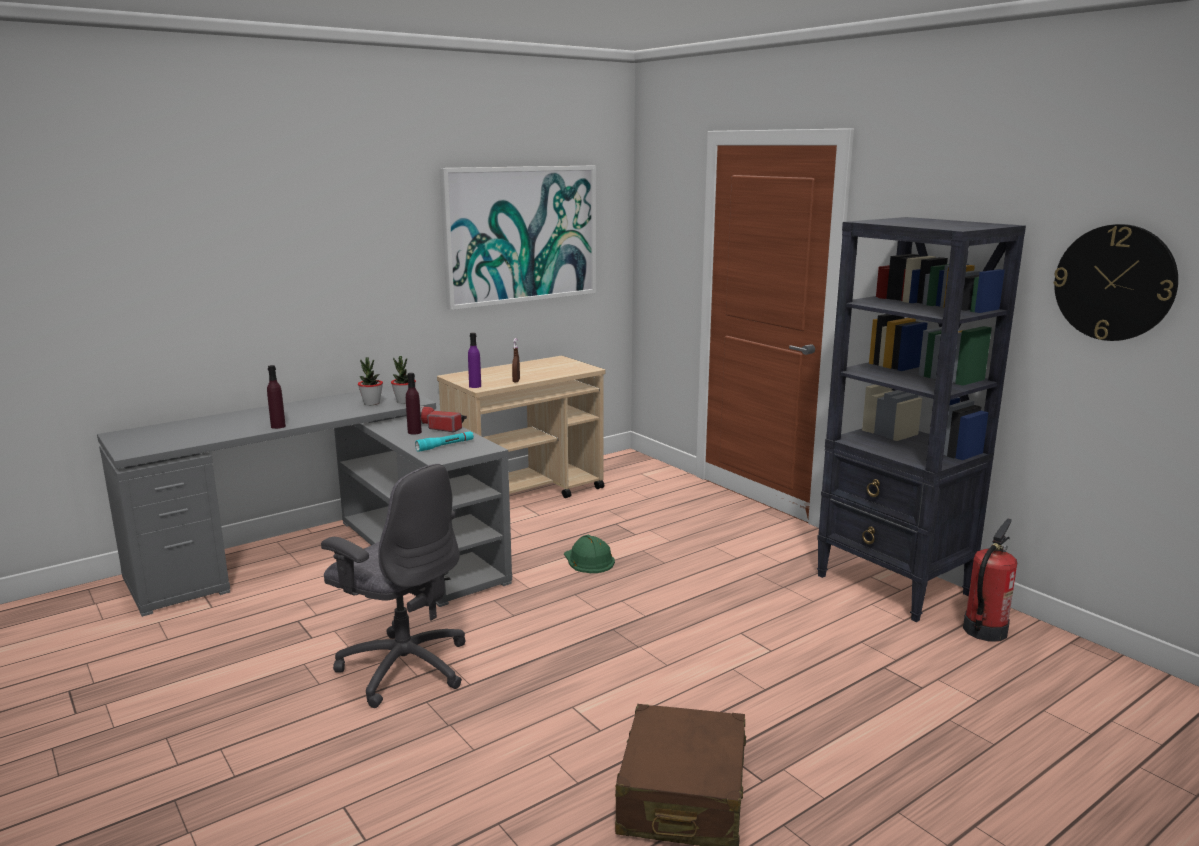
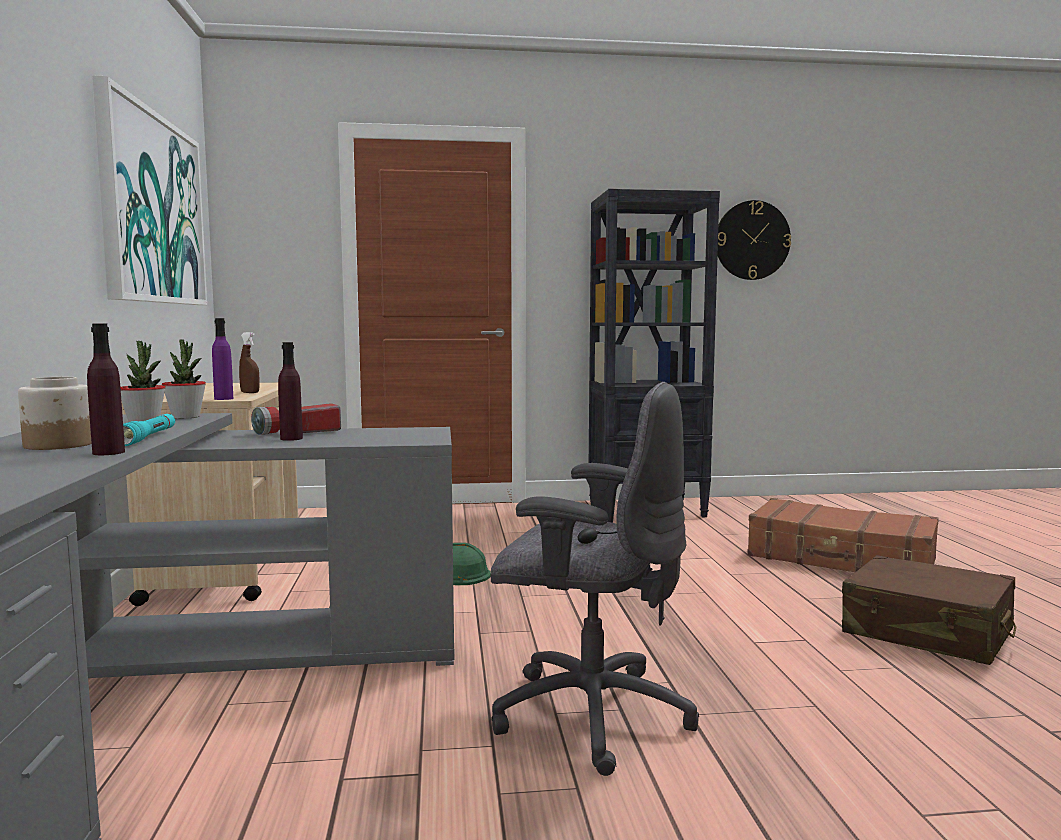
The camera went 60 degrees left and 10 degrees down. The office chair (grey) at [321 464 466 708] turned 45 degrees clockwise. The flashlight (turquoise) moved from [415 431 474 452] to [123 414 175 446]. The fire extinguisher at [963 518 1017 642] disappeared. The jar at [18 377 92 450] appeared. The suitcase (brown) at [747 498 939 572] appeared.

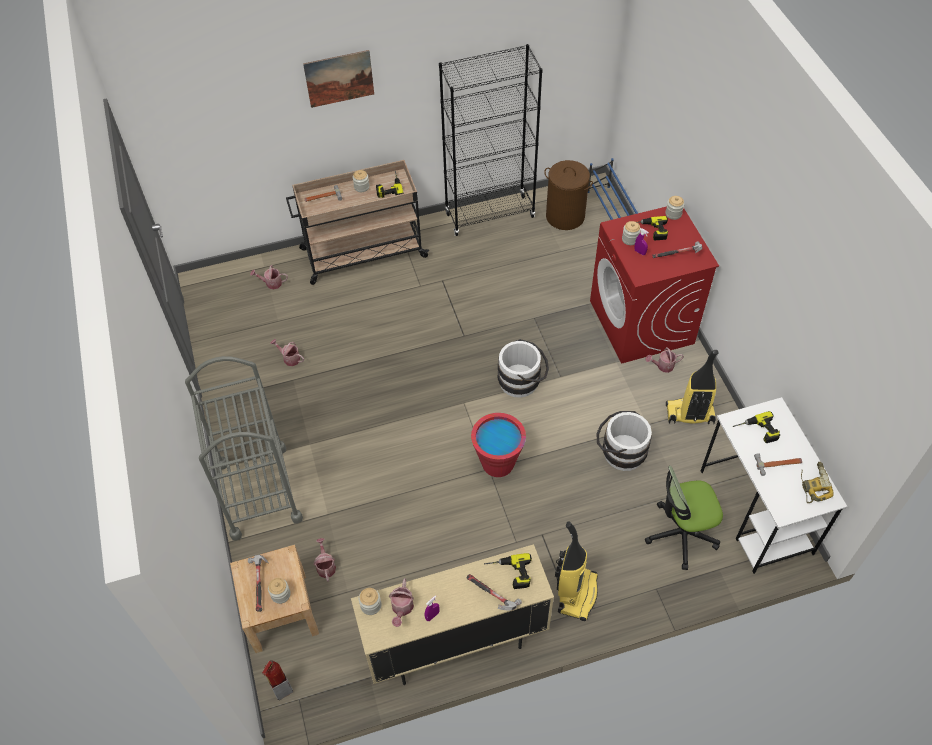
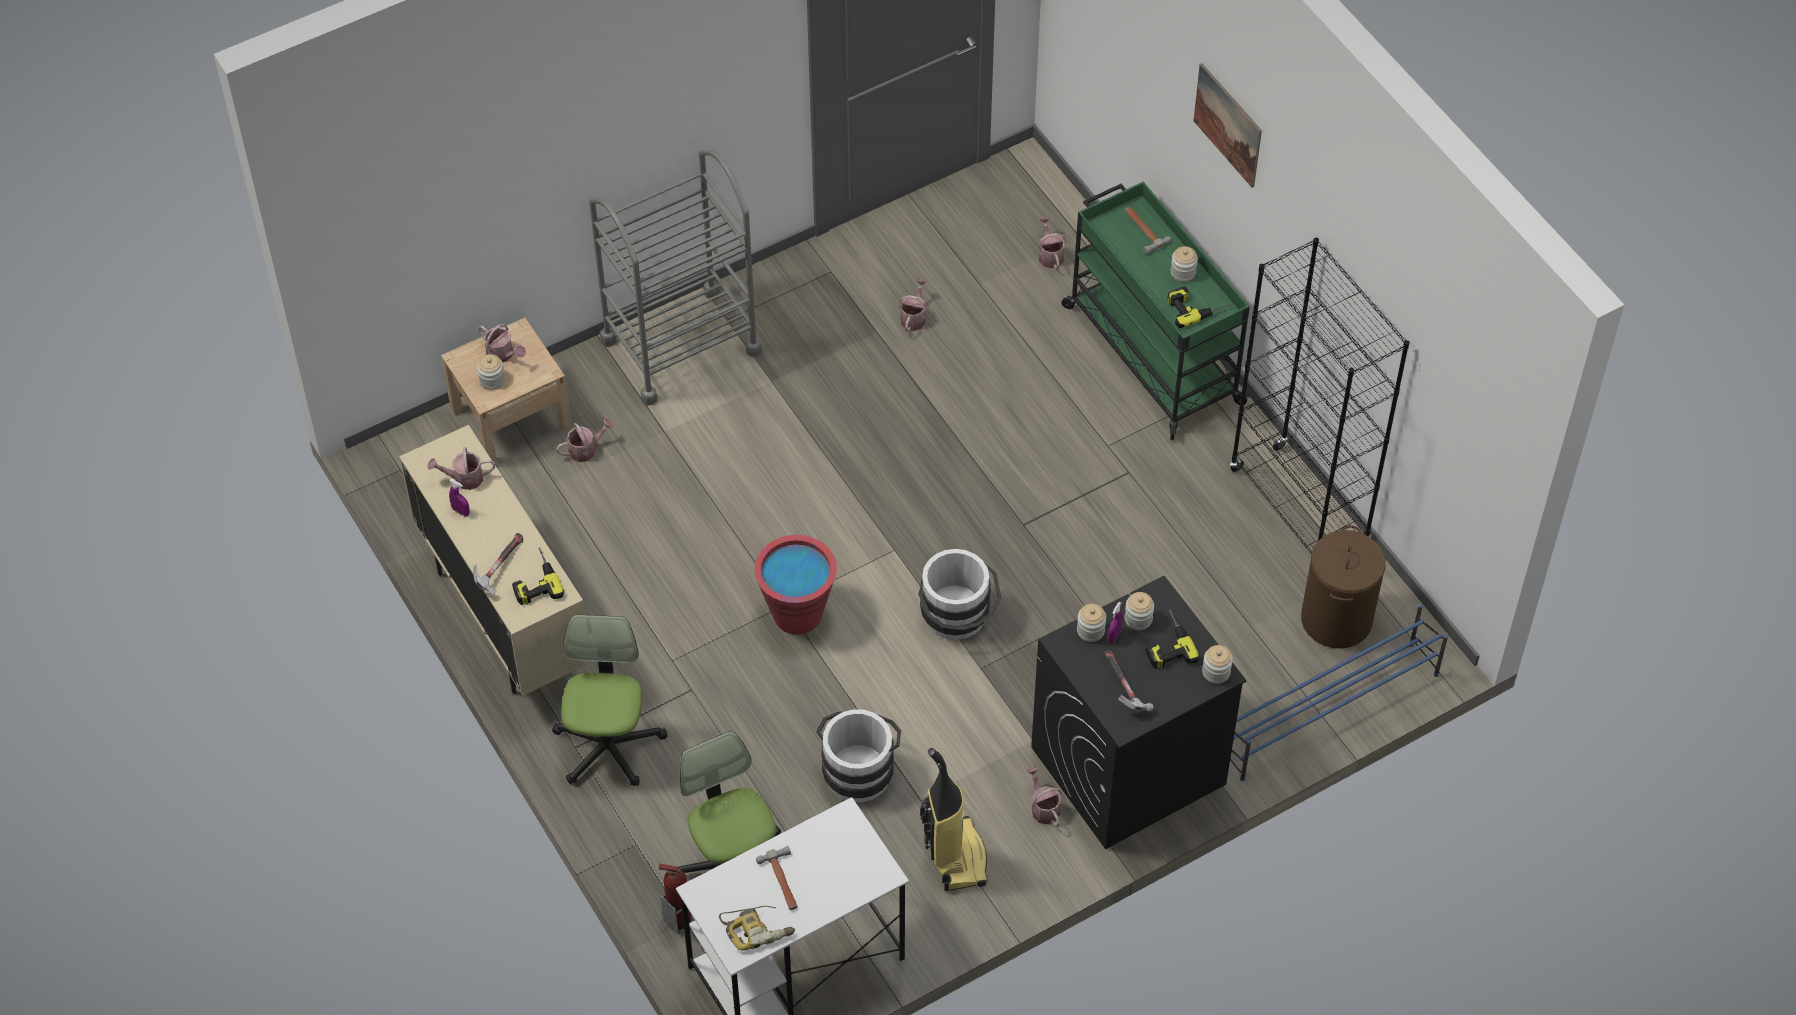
The camera went 75 degrees right and 0 degrees up. The hammer at [248 555 269 612] was replaced by the watering can at [478 324 526 362]. The fire extinguisher moved from [262 660 293 700] to [658 863 695 934]. The cart (beige) at [286 160 429 285] became the cart (green) at [1061 182 1251 440]. The jar moved from [359 588 381 615] to [1077 604 1106 642]. The vacuum cleaner at [555 521 598 621] was replaced by the office chair at [552 615 668 786]. The washing machine (red) at [590 206 719 364] became the washing machine (black) at [1031 576 1246 849]. The power drill at [733 411 780 443] disappeared.

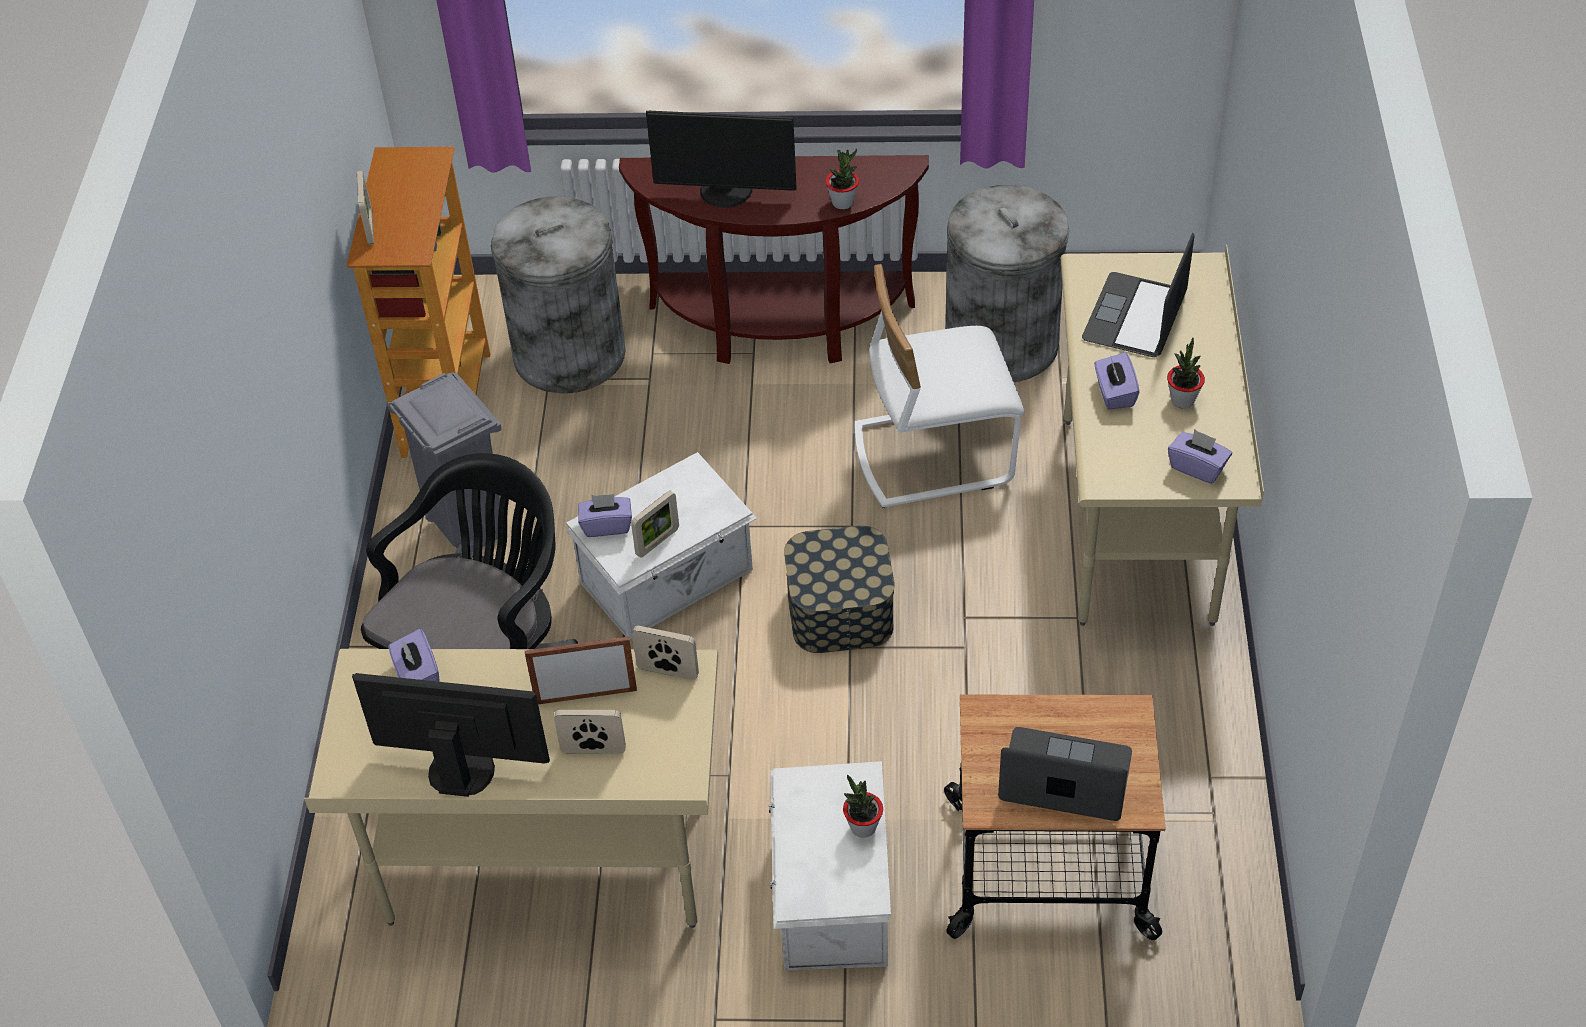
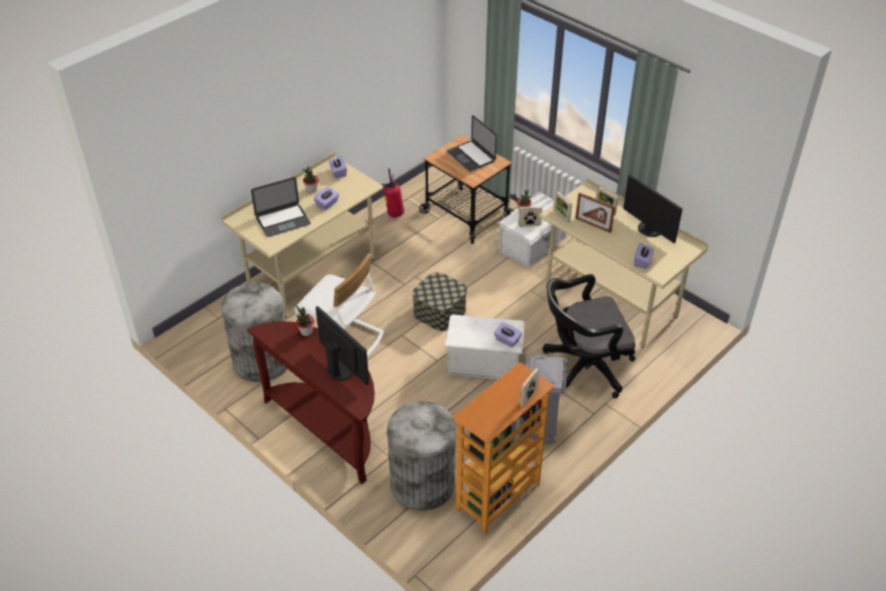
The camera went 140 degrees left and 5 degrees down. The picture frame moved from [631 491 679 558] to [518 207 543 227]. The fire extinguisher at [382 168 404 218] appeared.

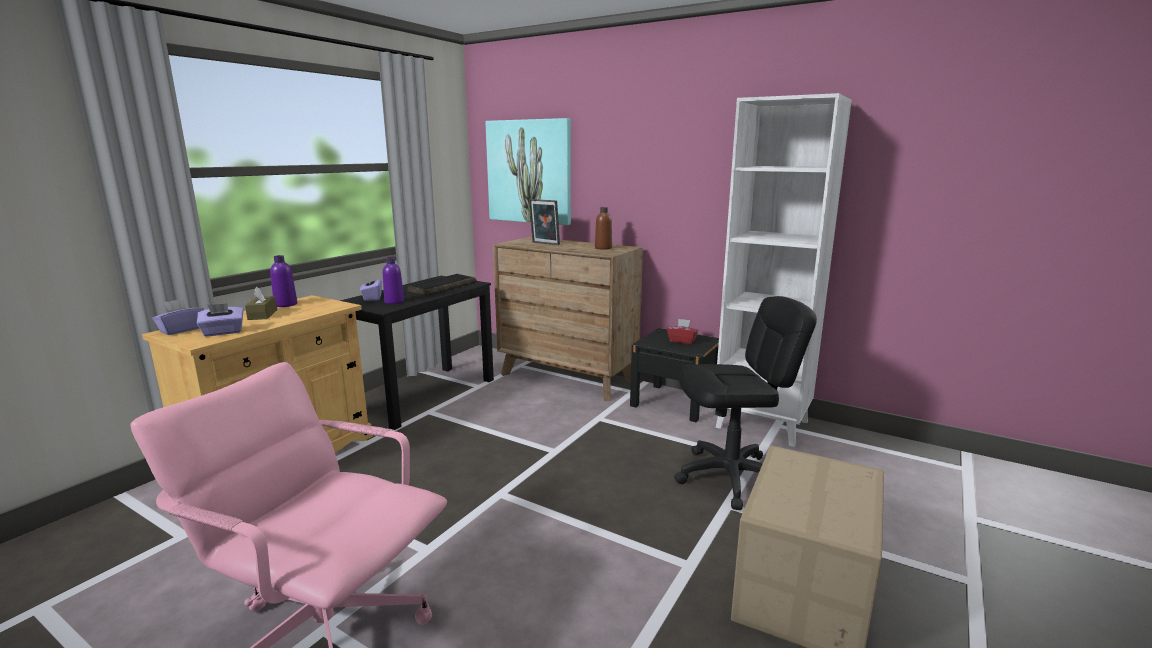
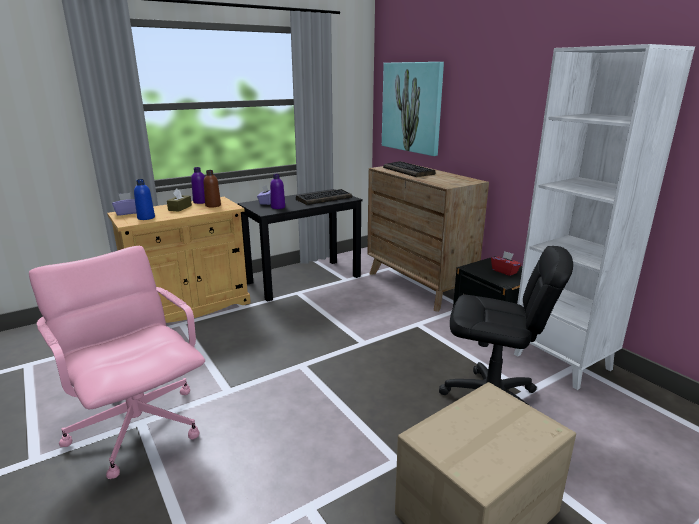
The camera went 25 degrees right and 5 degrees up. The tissue box (purple) at [197 303 243 336] was replaced by the bottle (blue) at [134 179 155 220]. The picture frame at [529 199 560 245] was replaced by the keyboard at [383 161 435 177]. The bottle (brown) moved from [595 207 612 249] to [204 170 221 208].

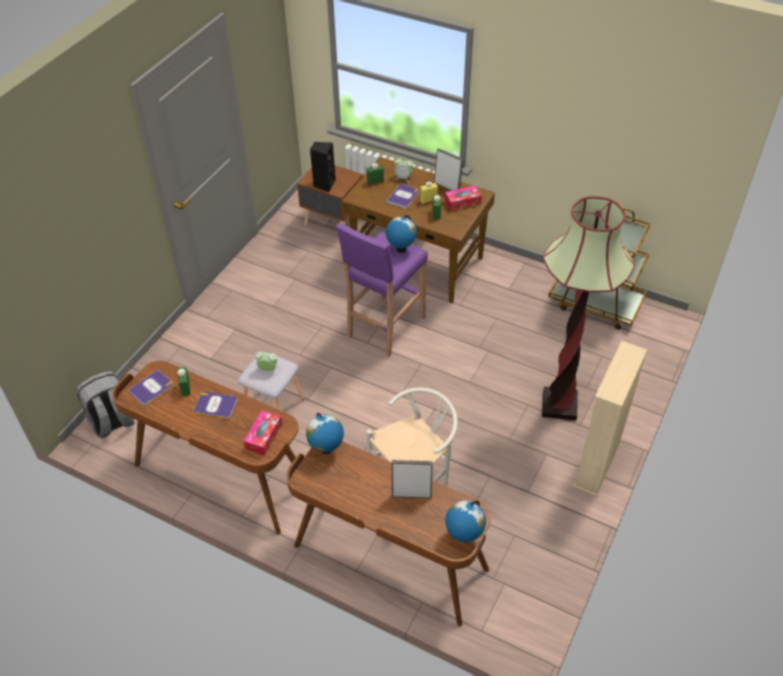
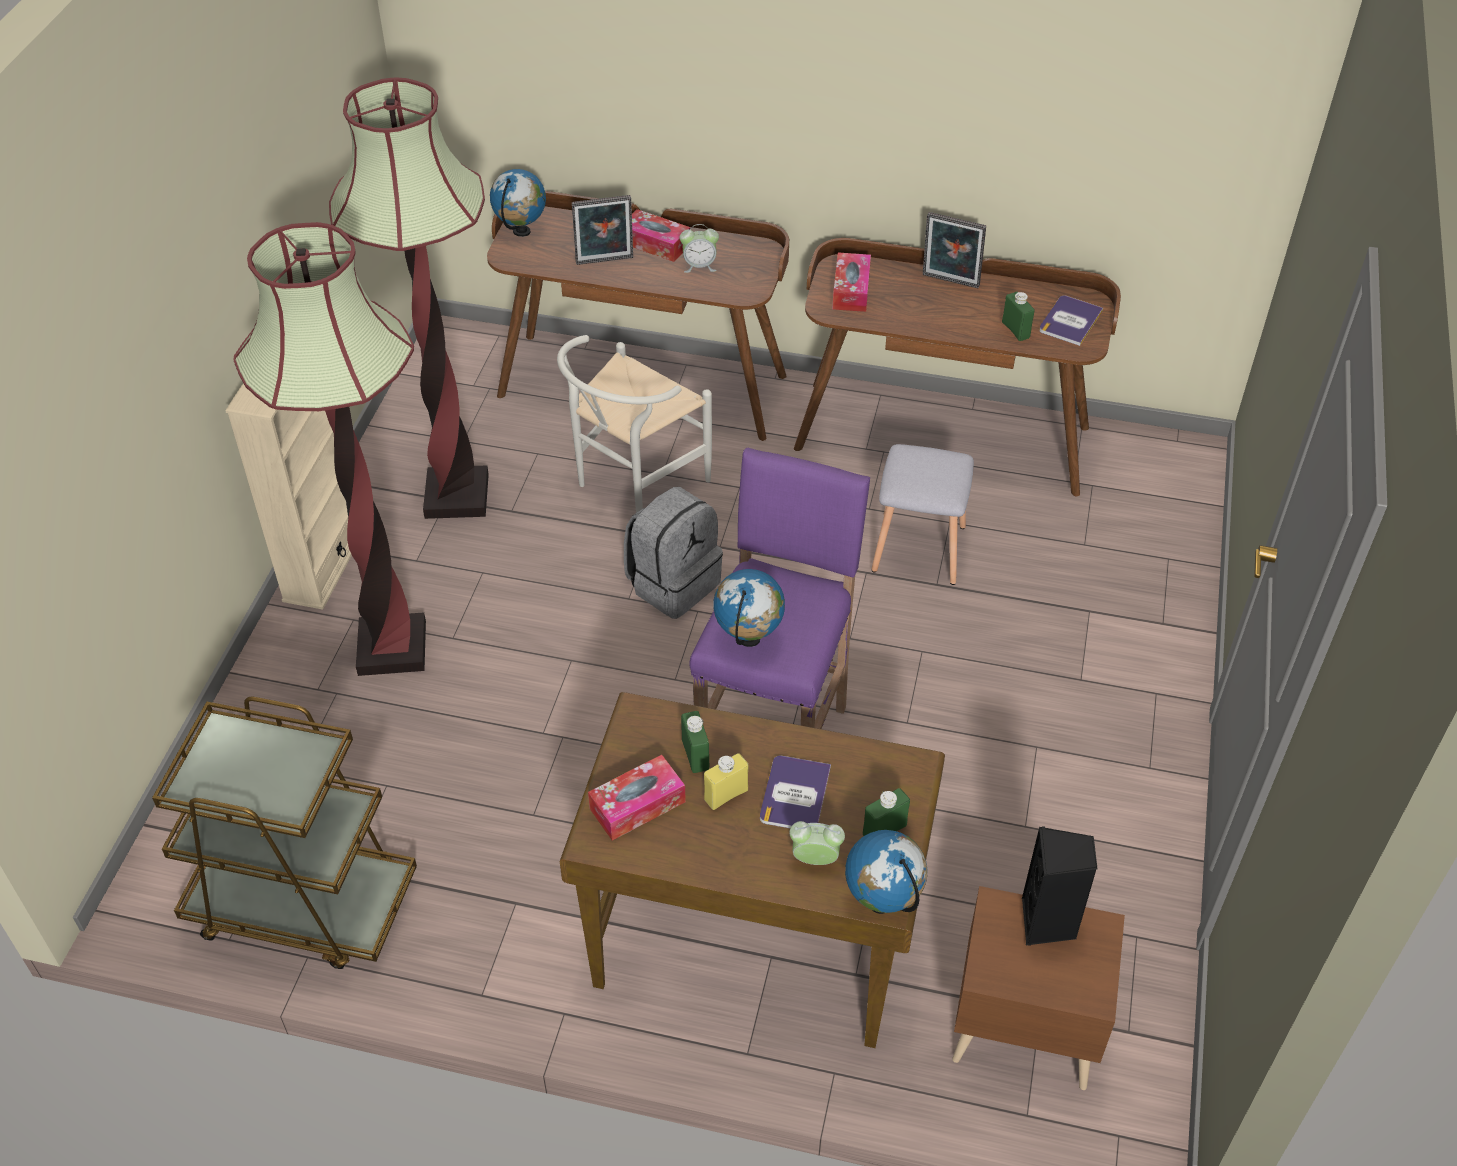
The camera went 165 degrees right and 0 degrees up. The backpack (grey) moved from [76 371 135 438] to [624 487 723 619]. The book at [193 391 237 419] disappeared. The alarm clock moved from [255 352 278 371] to [680 224 719 273]. The globe moved from [306 413 344 454] to [845 830 927 914]. The picture frame moved from [434 148 463 191] to [923 212 986 288]. The floor lamp at [329 78 489 519] appeared. The tissue box at [632 209 690 262] appeared.

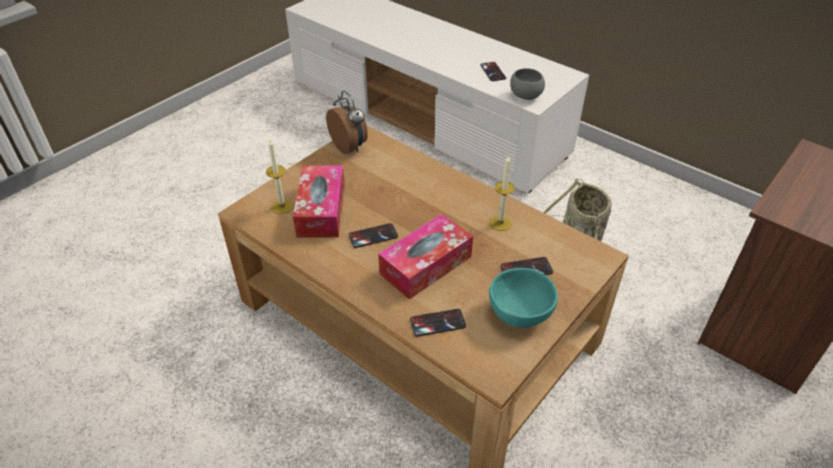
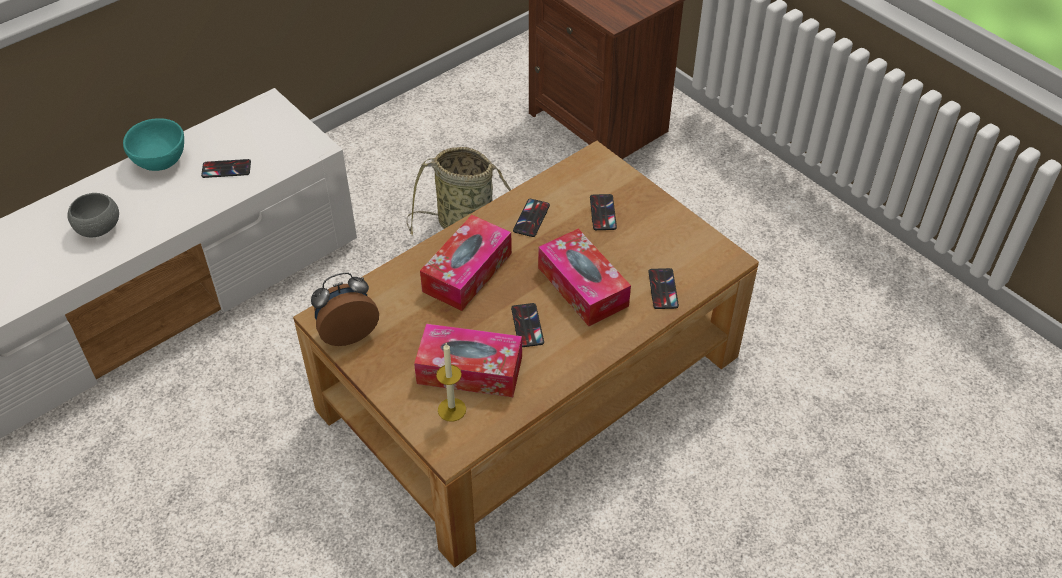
The camera went 80 degrees left and 5 degrees up. The candle at [489 155 515 231] was replaced by the phone at [513 199 550 237]. The bowl (turquoise) moved from [489 268 558 328] to [123 118 184 171]. The bowl (grey) moved from [510 68 545 100] to [67 193 119 237]. The tissue box at [420 215 512 311] appeared.

